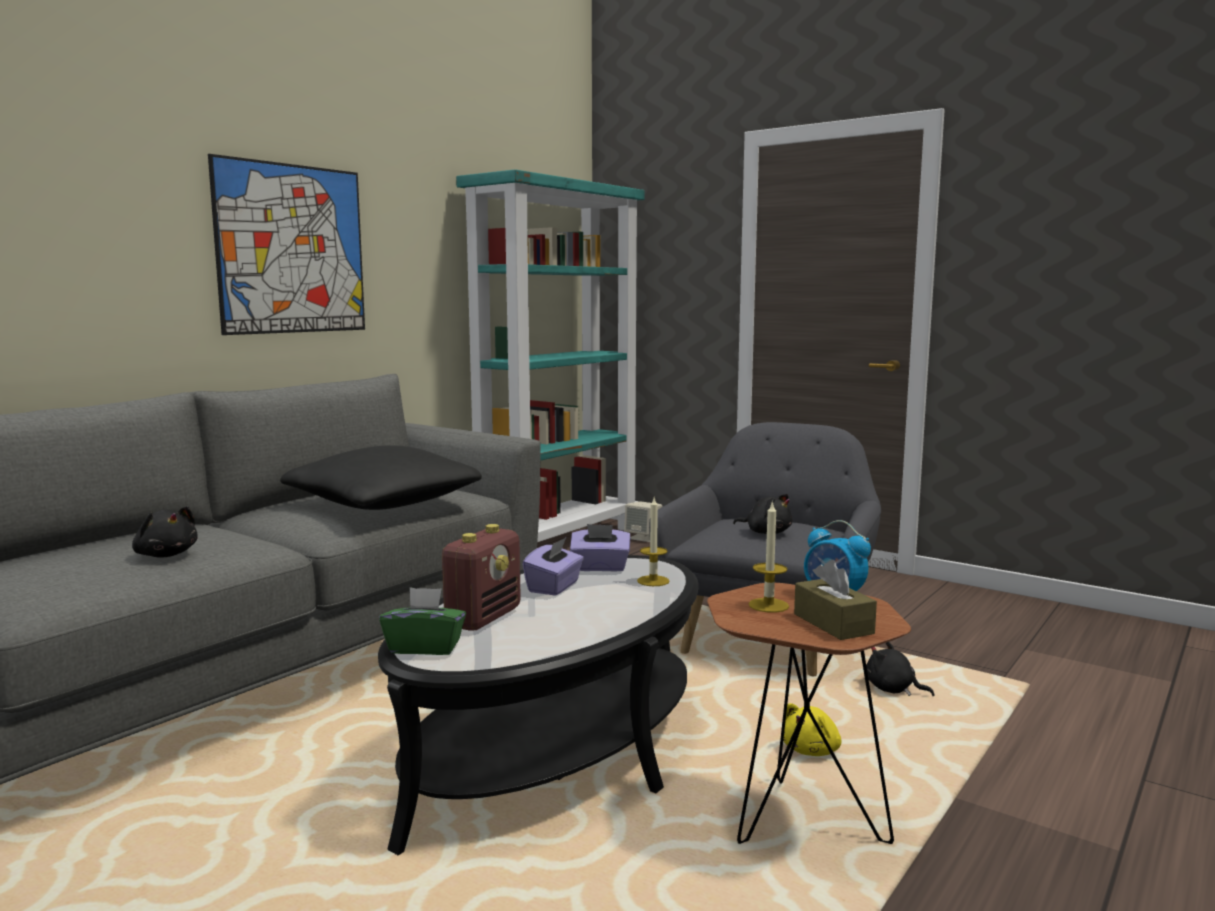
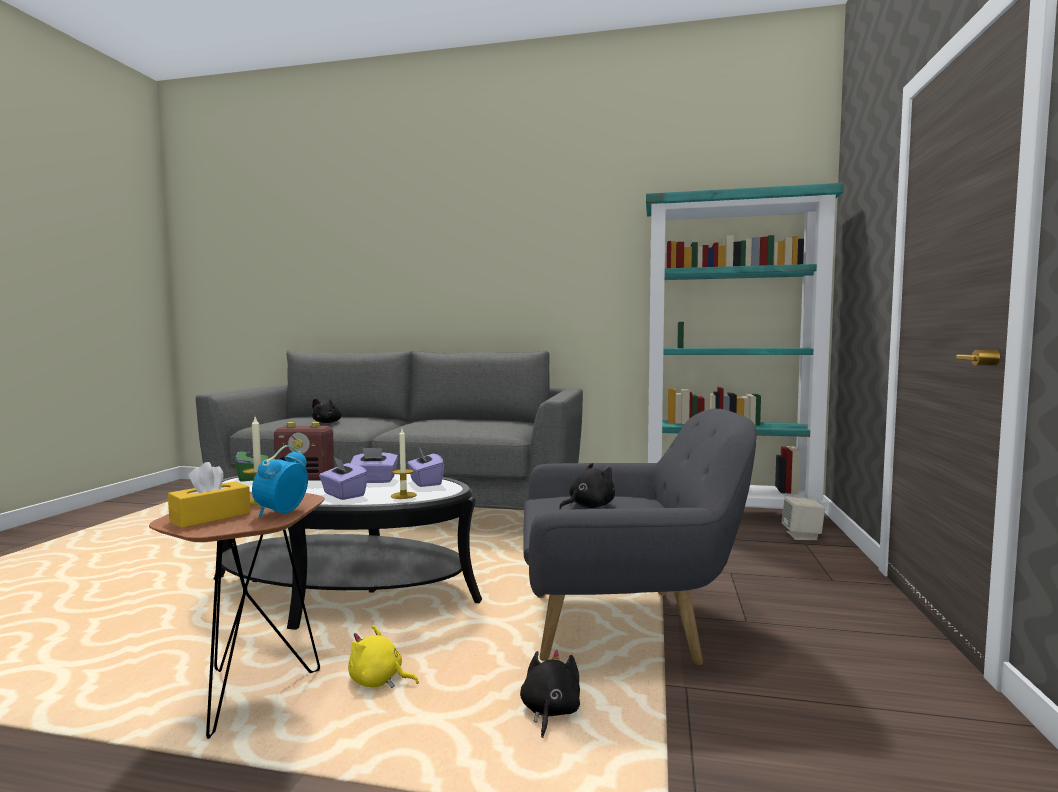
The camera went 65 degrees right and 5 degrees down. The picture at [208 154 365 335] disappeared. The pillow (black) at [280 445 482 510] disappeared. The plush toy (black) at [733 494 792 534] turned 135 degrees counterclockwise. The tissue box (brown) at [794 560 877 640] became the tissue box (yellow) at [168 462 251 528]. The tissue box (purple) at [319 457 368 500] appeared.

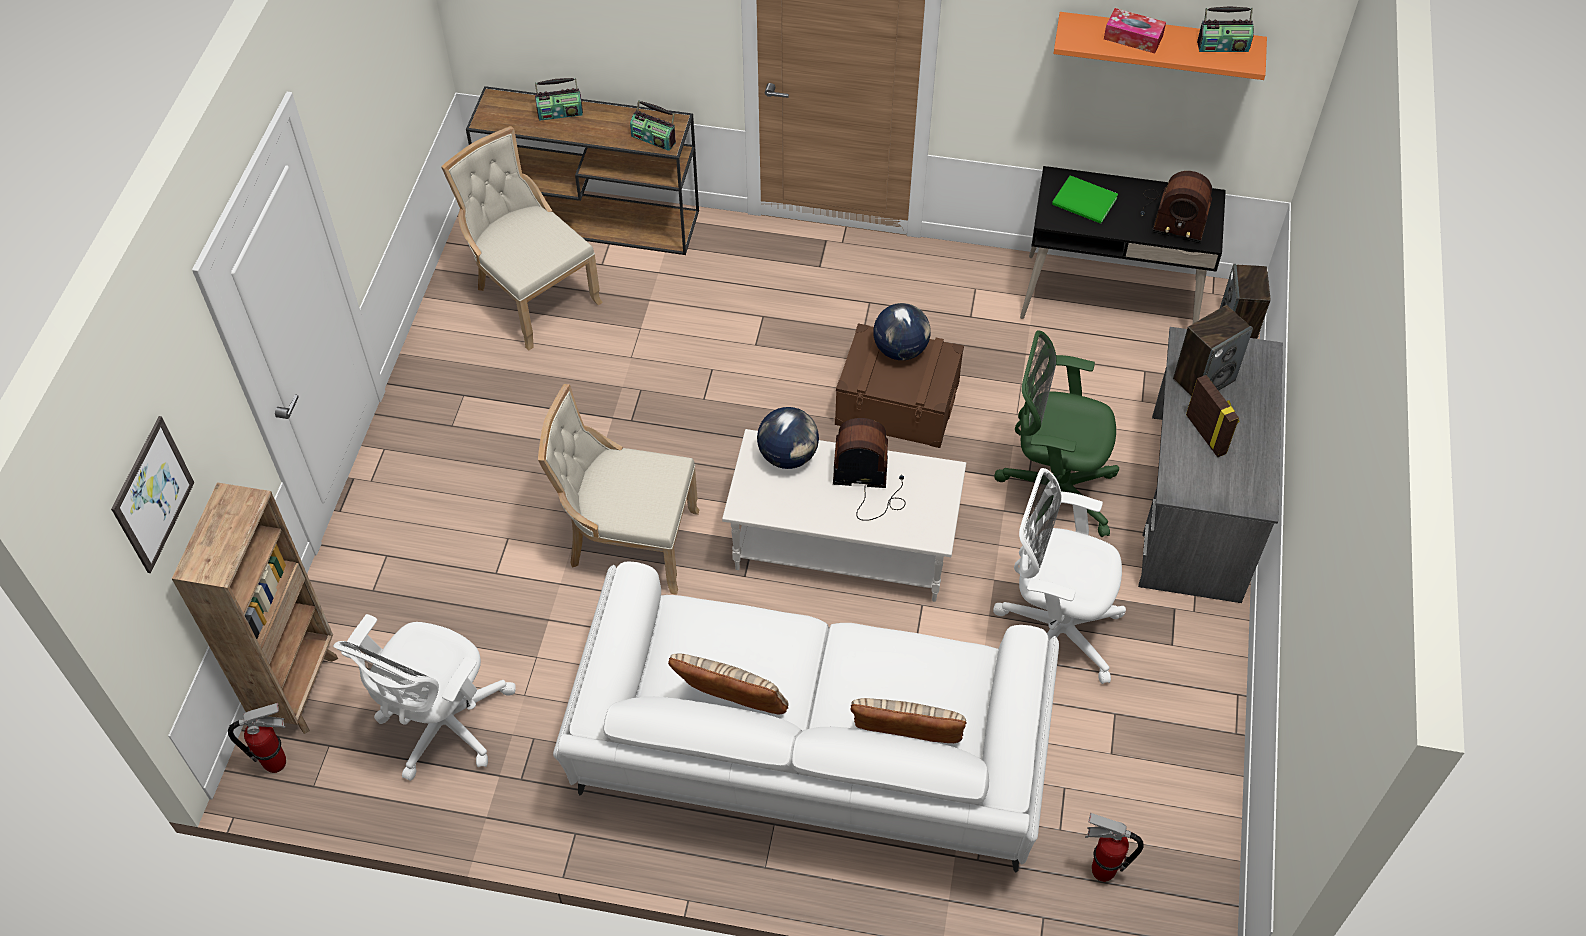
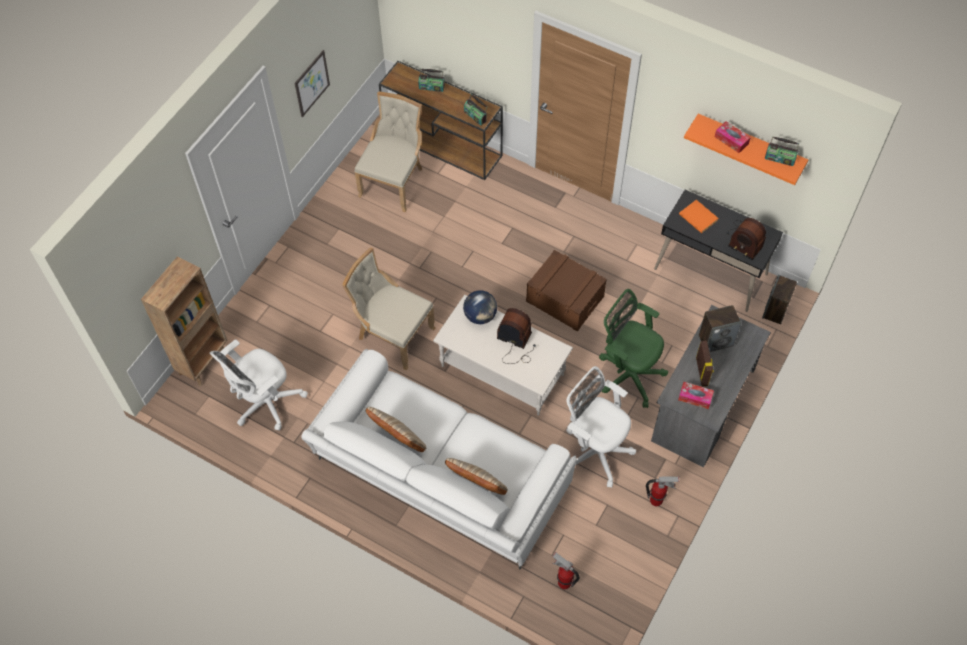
The camera went 20 degrees right and 5 degrees up. The picture moved from [111 416 194 573] to [294 50 330 117]. The fire extinguisher moved from [228 703 286 773] to [646 476 679 506]. The chair (beige) at [441 126 603 351] turned 45 degrees clockwise. The globe at [873 303 931 360] disappeared. The book (green) at [1052 175 1118 224] became the book (orange) at [679 200 719 233]. The tissue box at [678 382 714 409] appeared.

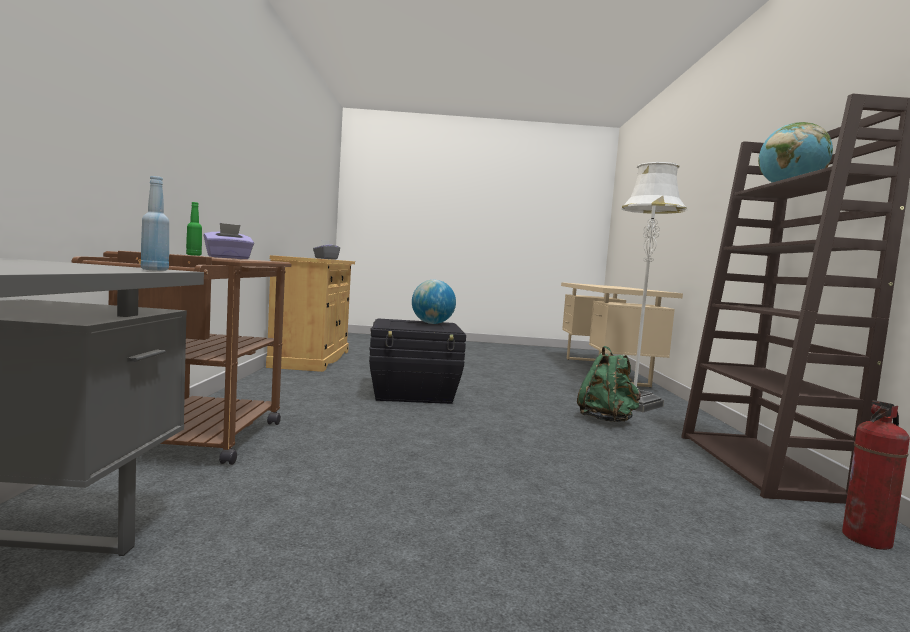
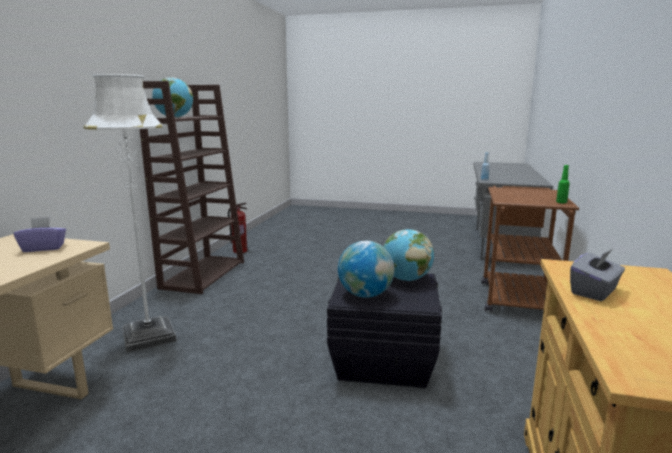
The camera went 165 degrees left and 10 degrees up. The tissue box (purple) moved from [204 223 254 259] to [14 217 66 252]. The backpack (green) at [577 346 641 422] disappeared. The globe at [383 229 434 281] appeared.

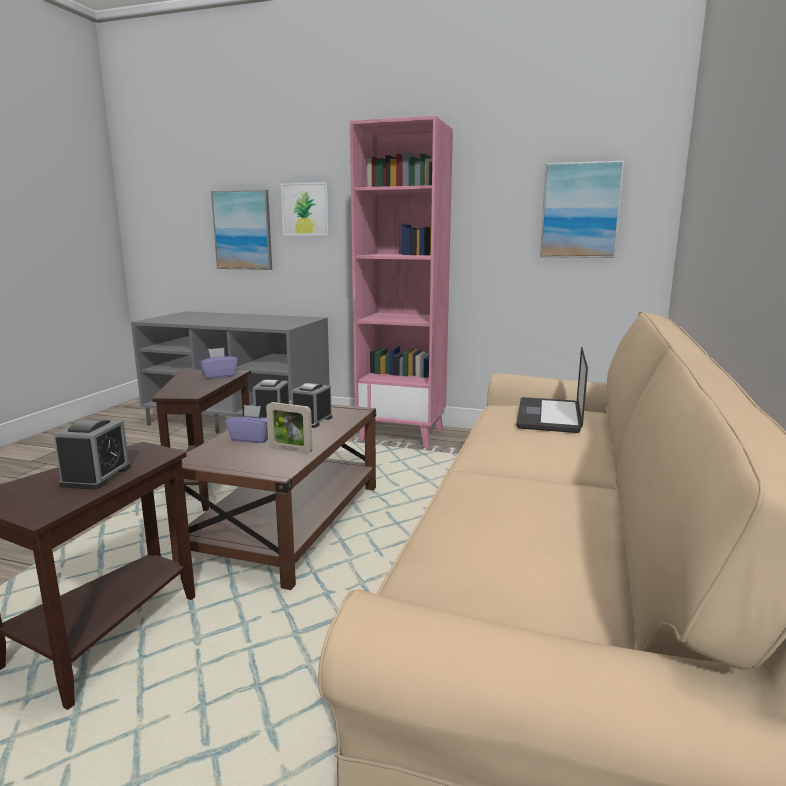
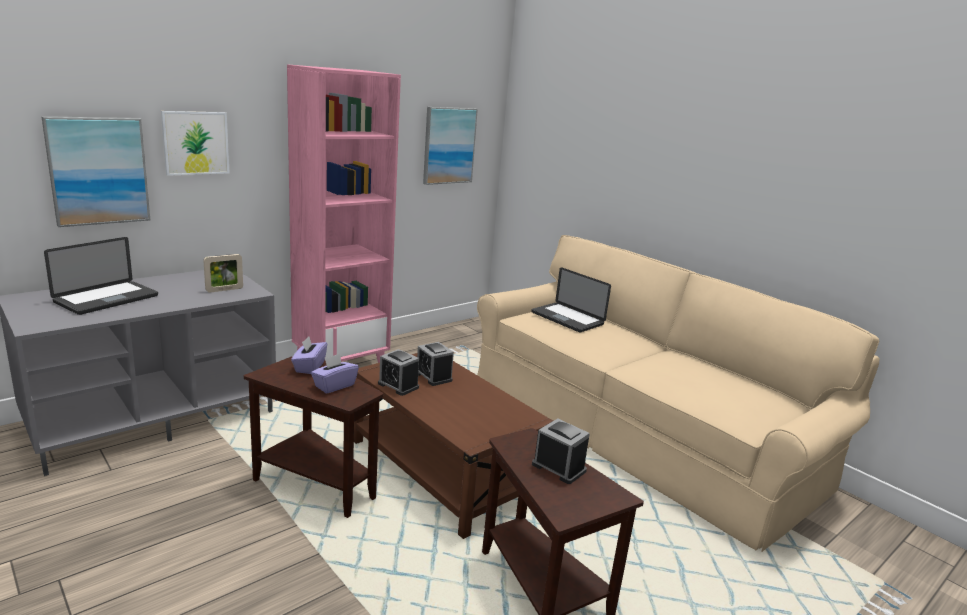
The camera went 60 degrees left and 5 degrees up. The tissue box (purple) moved from [225 405 268 443] to [311 354 359 394]. The picture frame moved from [266 402 313 454] to [203 254 243 292]. The laptop at [44 237 158 315] appeared.

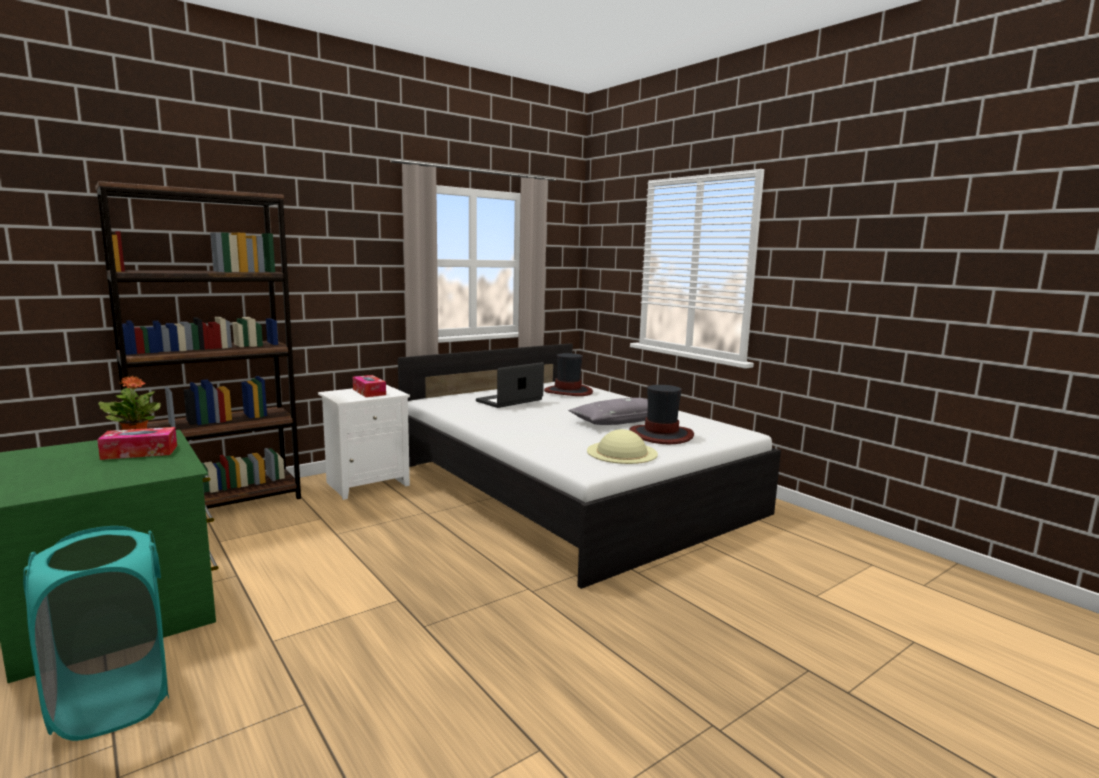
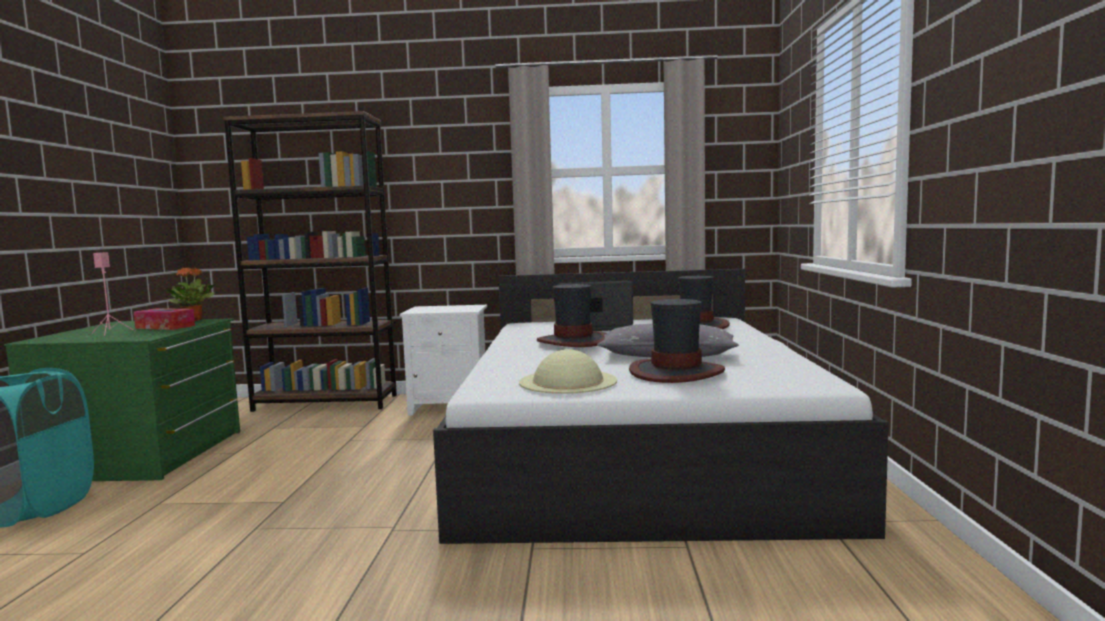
The camera went 40 degrees right and 5 degrees down. The tissue box at [353 375 386 397] disappeared. The speaker (pink) at [91 252 135 337] appeared. The hat at [537 284 607 347] appeared.

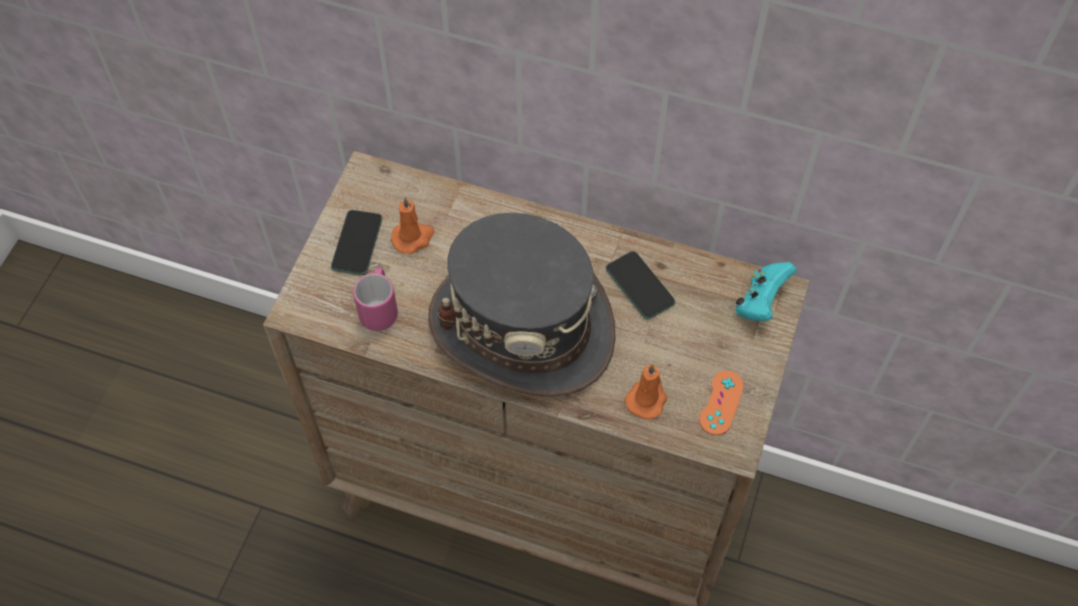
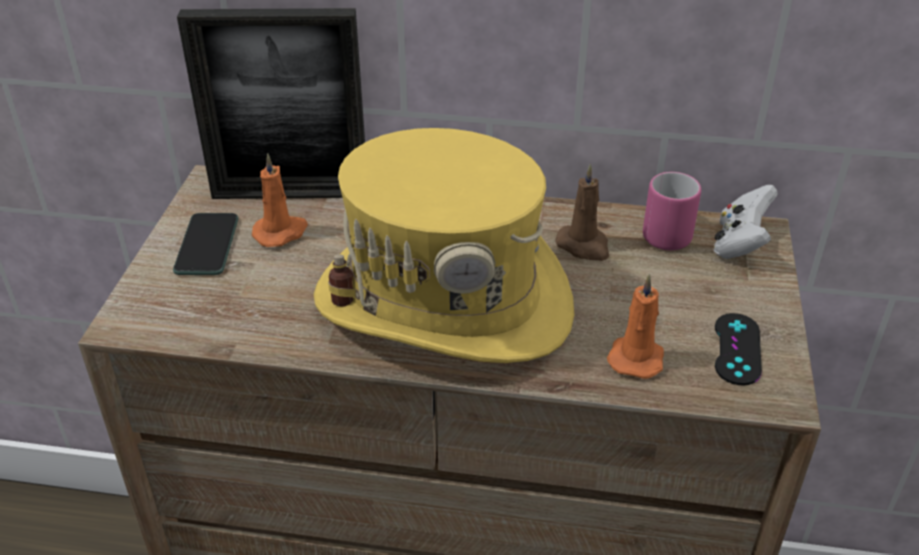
The camera went 10 degrees left and 20 degrees down. The mug (pink) moved from [353 268 398 331] to [643 172 701 250]. The hat (grey) at [428 213 616 397] became the hat (yellow) at [314 128 574 363]. The phone at [606 251 675 320] was replaced by the candle (brown) at [555 164 609 261]. The game controller (orange) at [699 371 744 435] became the game controller (black) at [715 313 762 385]. The game controller (turquoise) at [735 262 796 321] became the game controller (white) at [714 185 778 259]. The picture frame at [177 8 365 199] appeared.

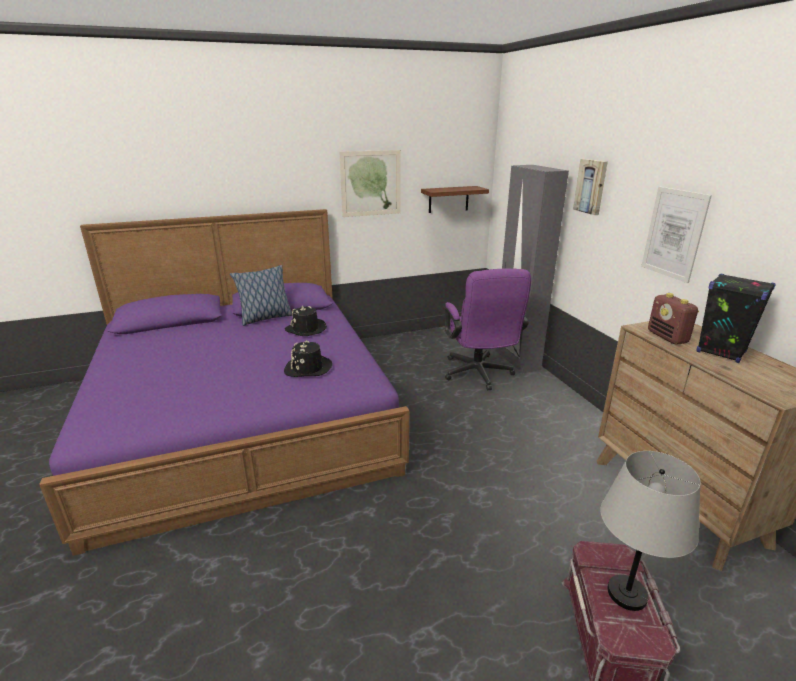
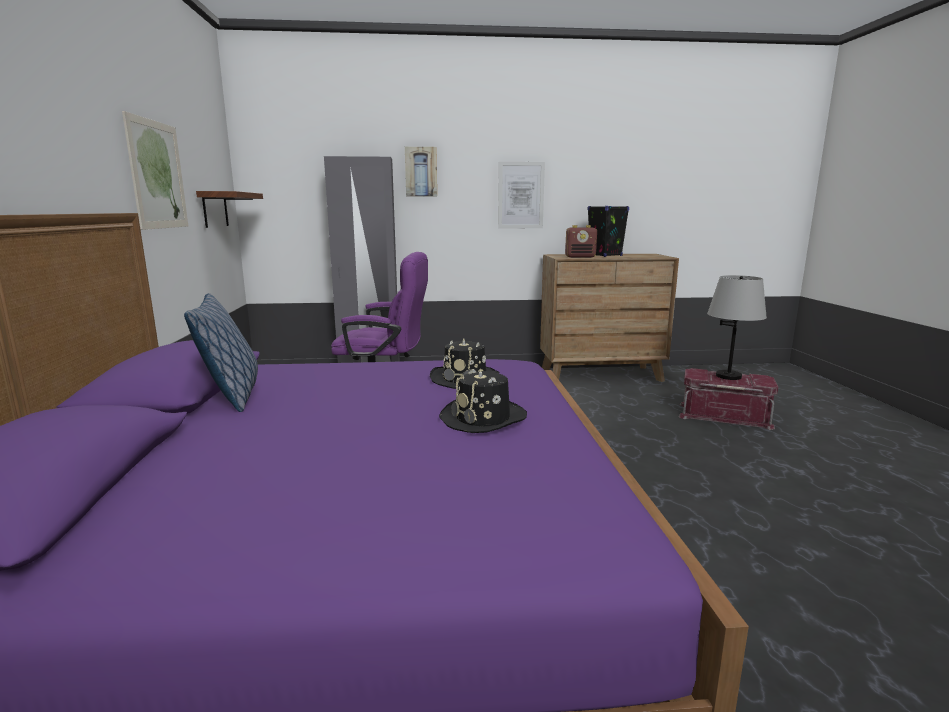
The camera went 75 degrees left and 10 degrees down. The hat (black) moved from [285 306 327 336] to [439 368 527 433].

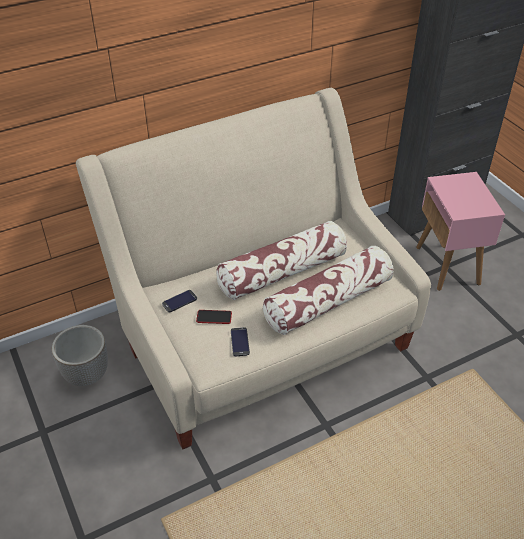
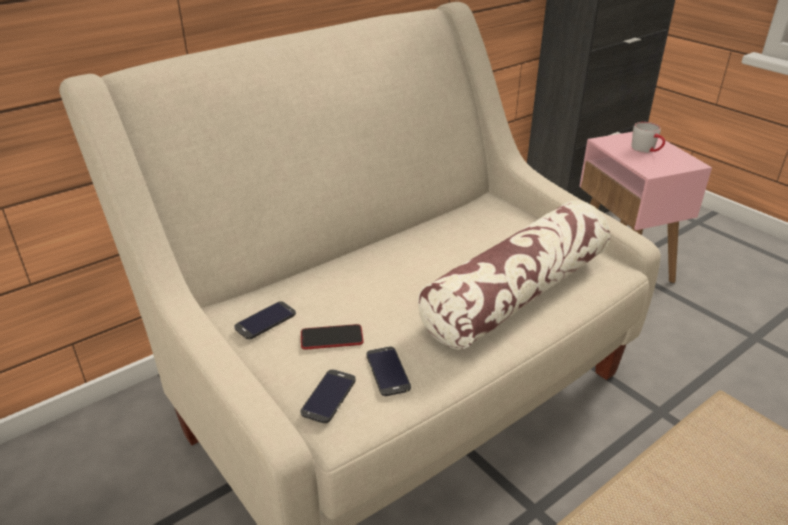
The camera went 10 degrees left and 10 degrees down. The planter at [52 325 108 386] disappeared. The pillow at [216 221 347 300] disappeared. The phone at [300 369 356 423] appeared. The mug (grey) at [631 122 665 153] appeared.

